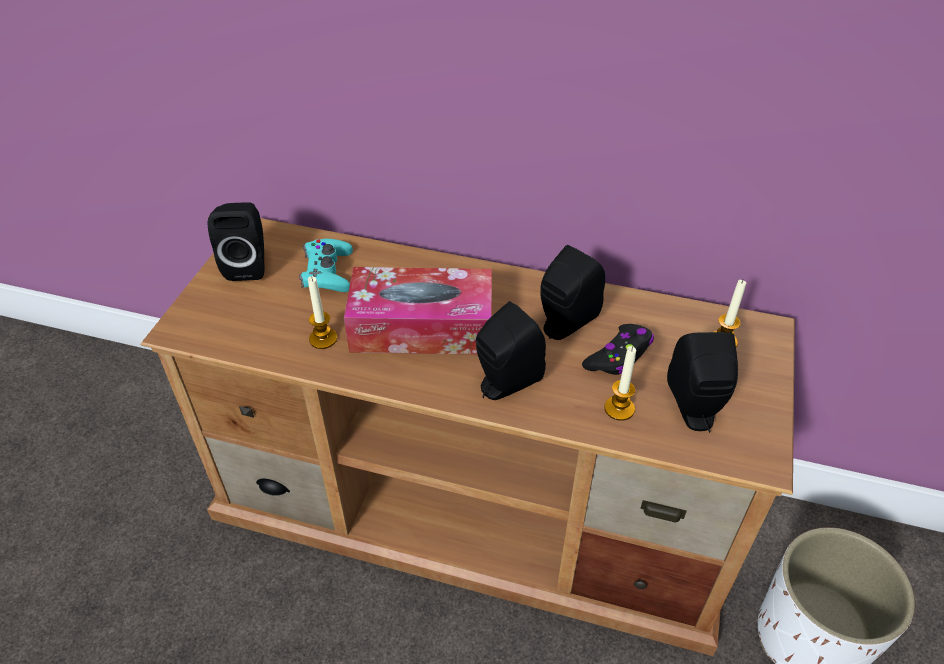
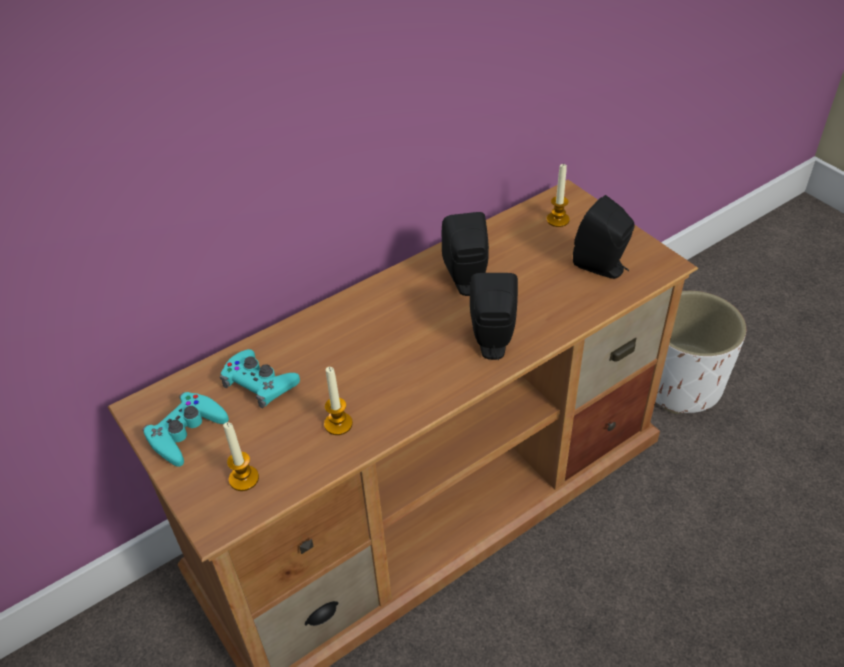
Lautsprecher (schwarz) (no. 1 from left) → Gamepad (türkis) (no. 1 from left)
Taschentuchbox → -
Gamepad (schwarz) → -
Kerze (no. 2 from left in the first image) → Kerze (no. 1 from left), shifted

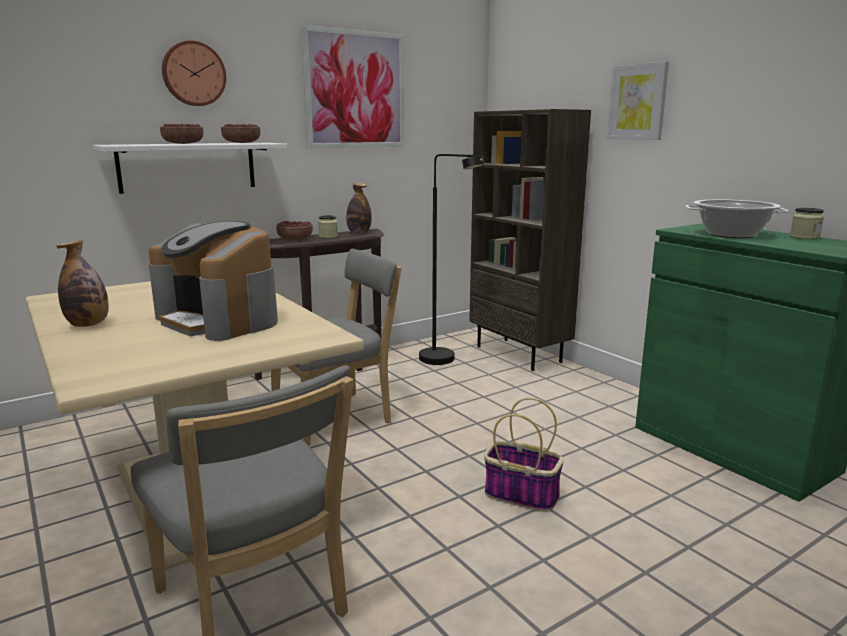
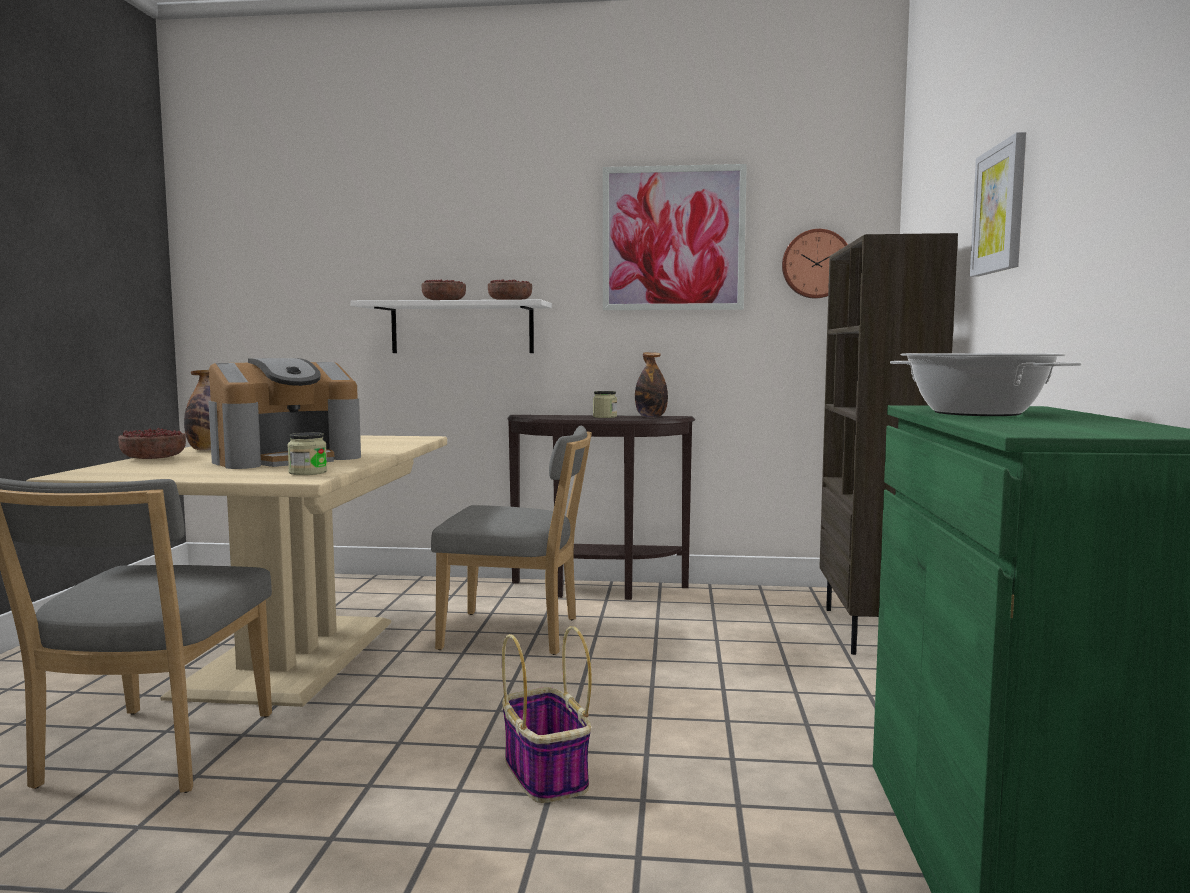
Kaffeemaschine, 120 degrees counterclockwise
Wanduhr, shifted
Schüssel (no. 3 from left in the first image) → Schüssel (no. 1 from left), shifted
Stehlampe (schwarz) → -
Vorratsglas (no. 2 from left in the first image) → Vorratsglas (no. 1 from left), shifted

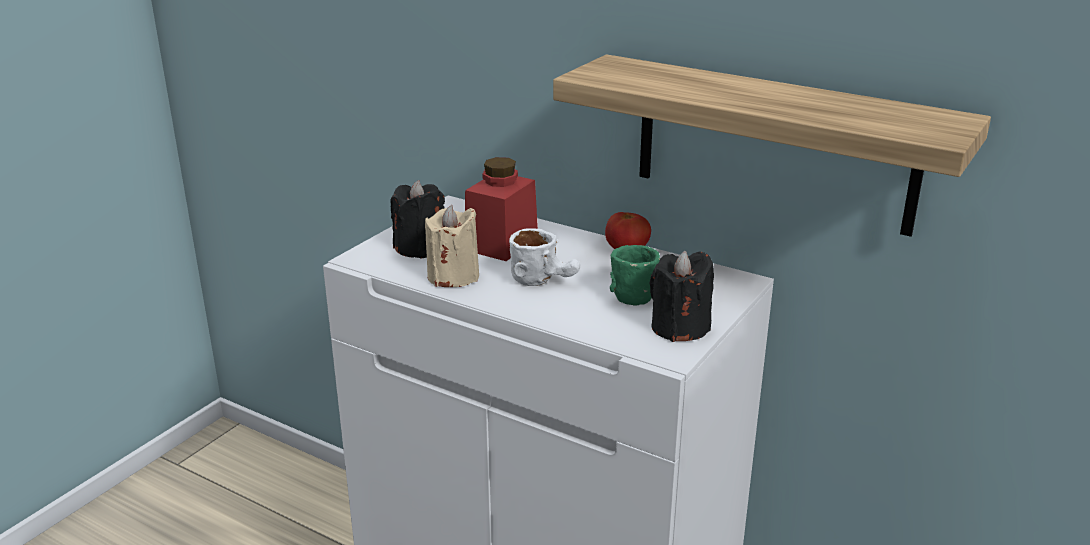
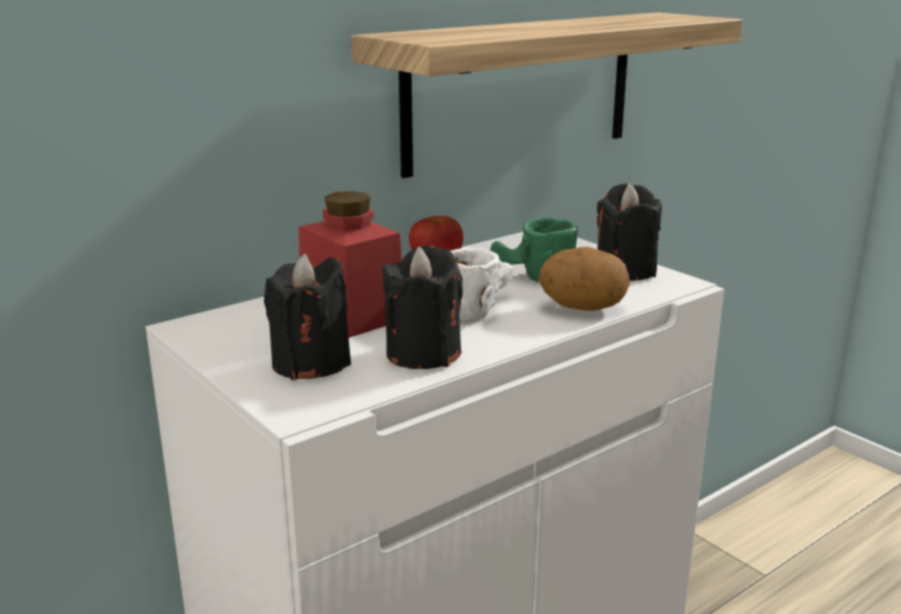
Kerze (beige) → Kerze (schwarz) (no. 2 from left)
- → Kartoffel

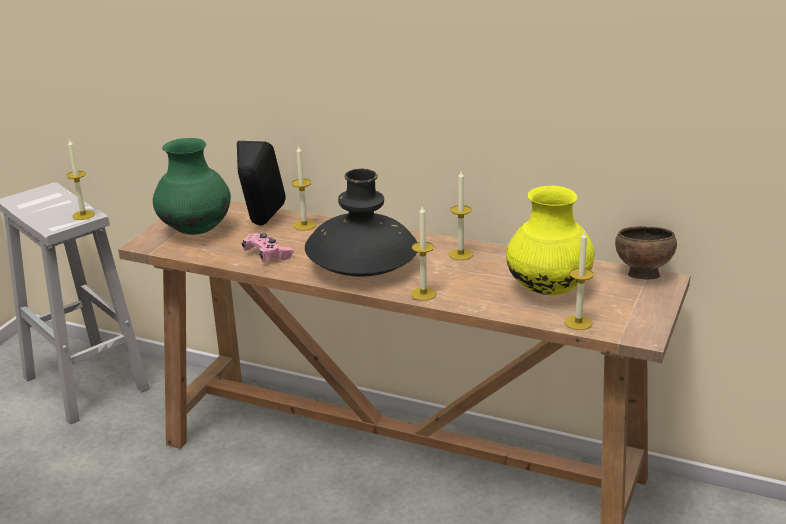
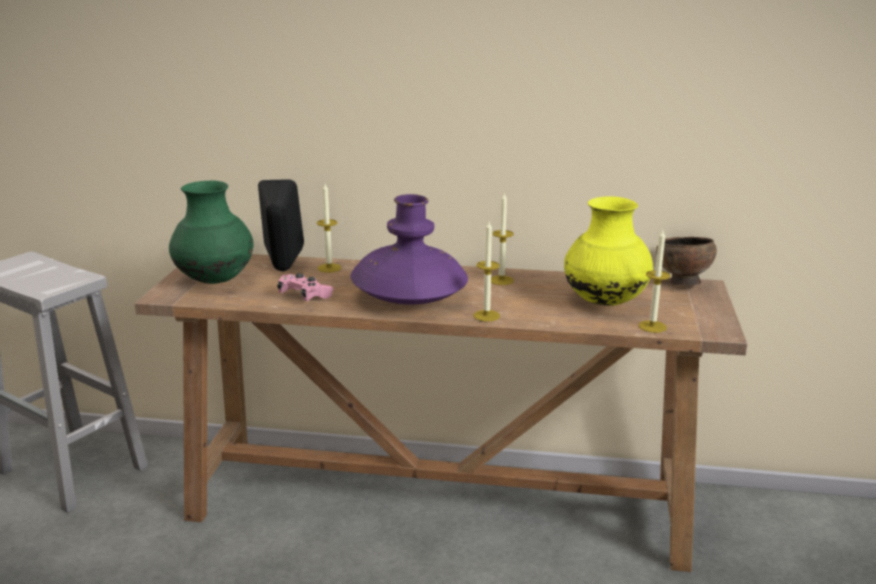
Kerze (no. 1 from left) → -
Vase (schwarz) → Vase (lila)

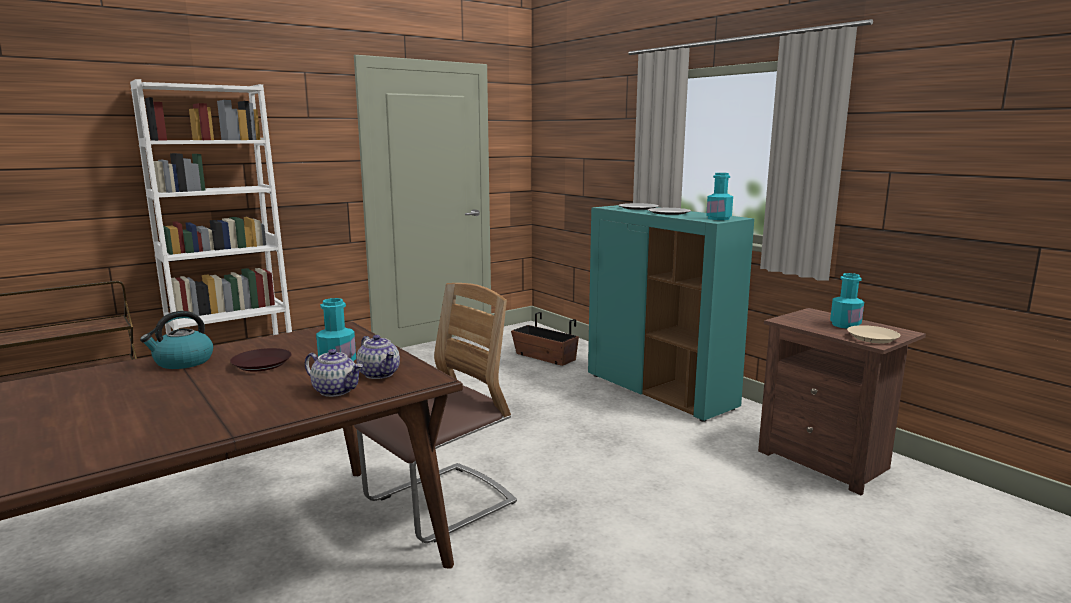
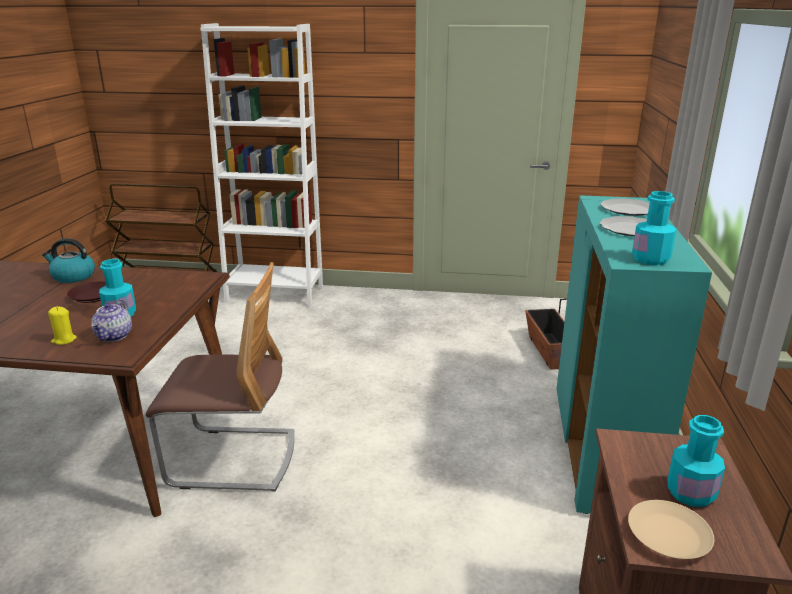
Teekanne (no. 1 from left) → Kerze (gelb)

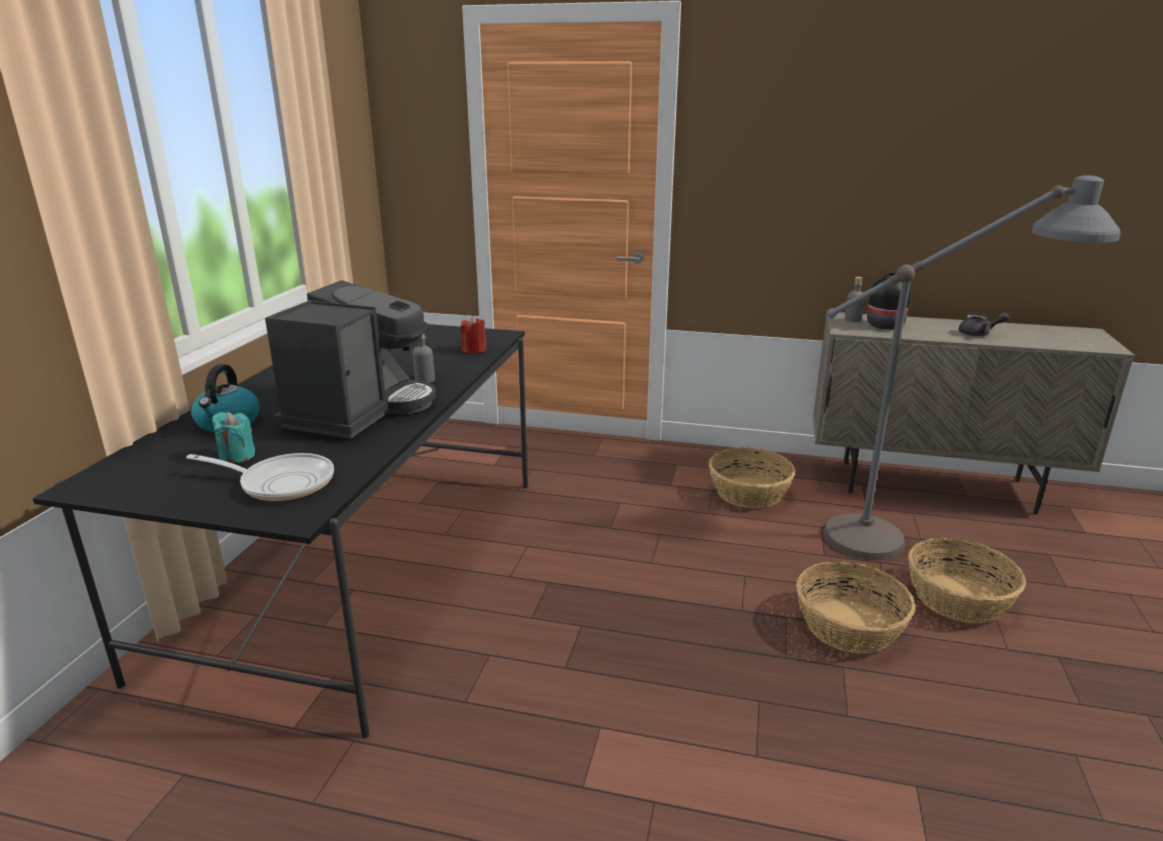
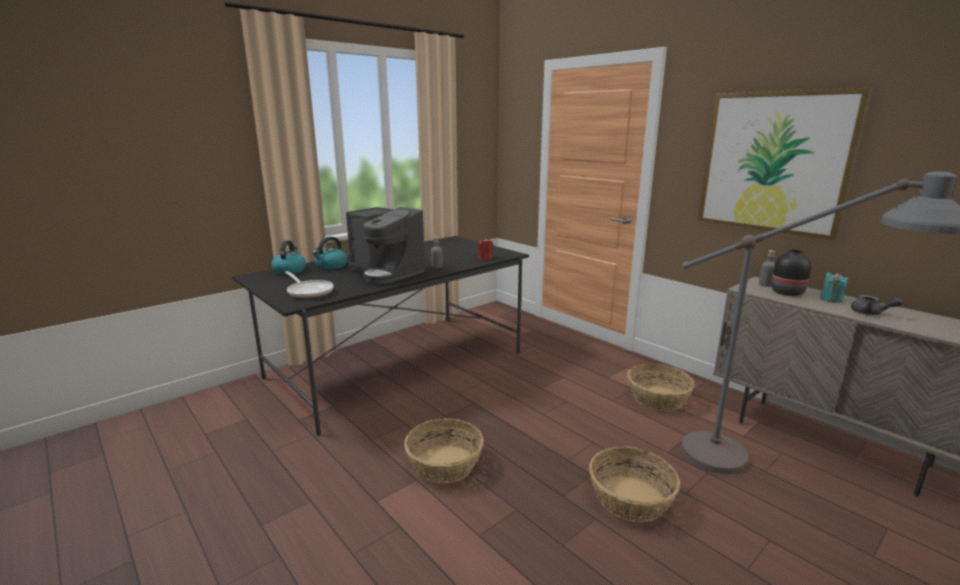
Kerze (türkis), shifted
Kaffeemaschine, 75 degrees clockwise
Korb (no. 3 from left in the first image) → Korb (no. 1 from left), shifted
- → Wasserkessel (no. 1 from left)
- → Bild

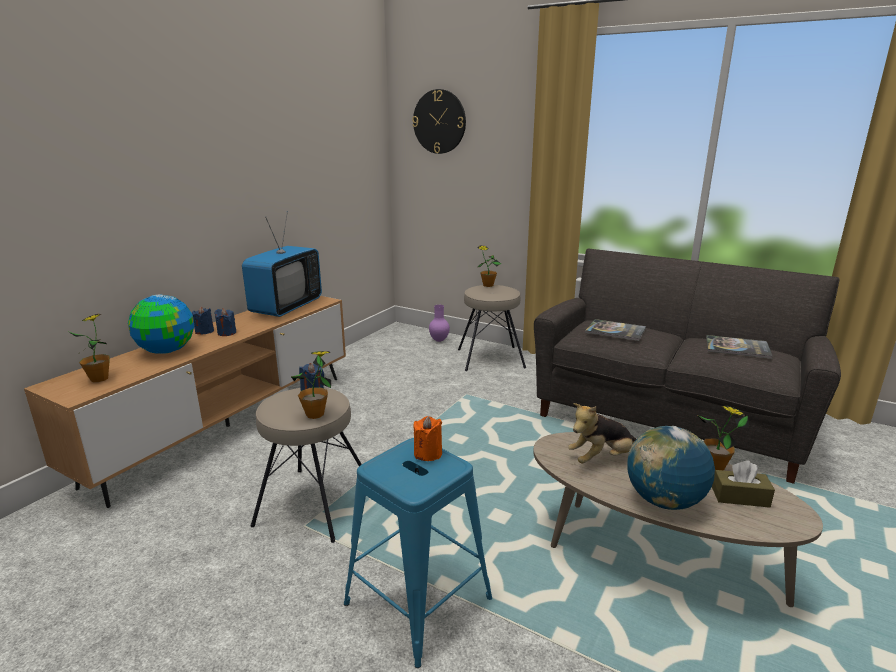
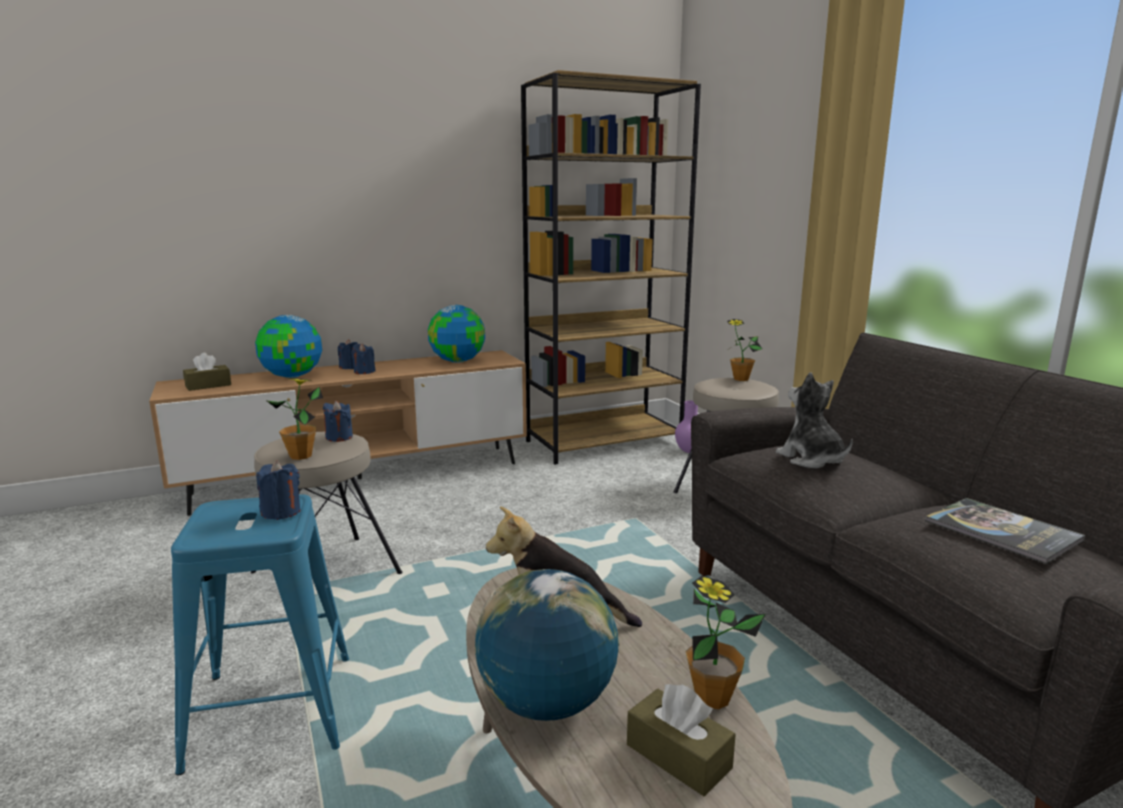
Topfpflanze (no. 1 from left) → Taschentuchbox (braun) (no. 1 from left)
Fernseher → Globus (no. 2 from left)
Wanduhr → -
Kerze (orange) → Kerze (blau) (no. 1 from left)
Buch (no. 1 from left) → Plüschtier (no. 2 from left)
- → Bücherregal (braun)

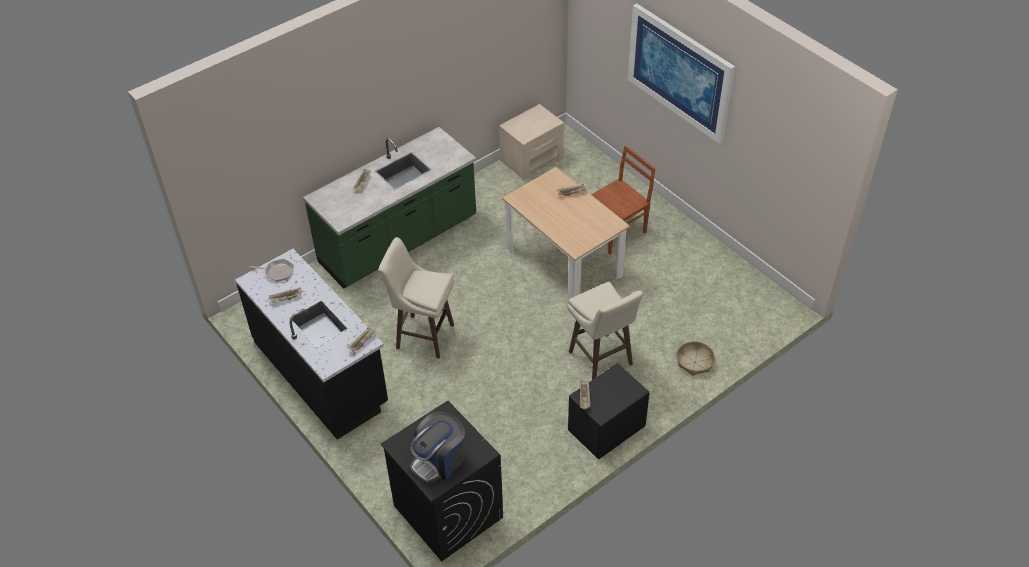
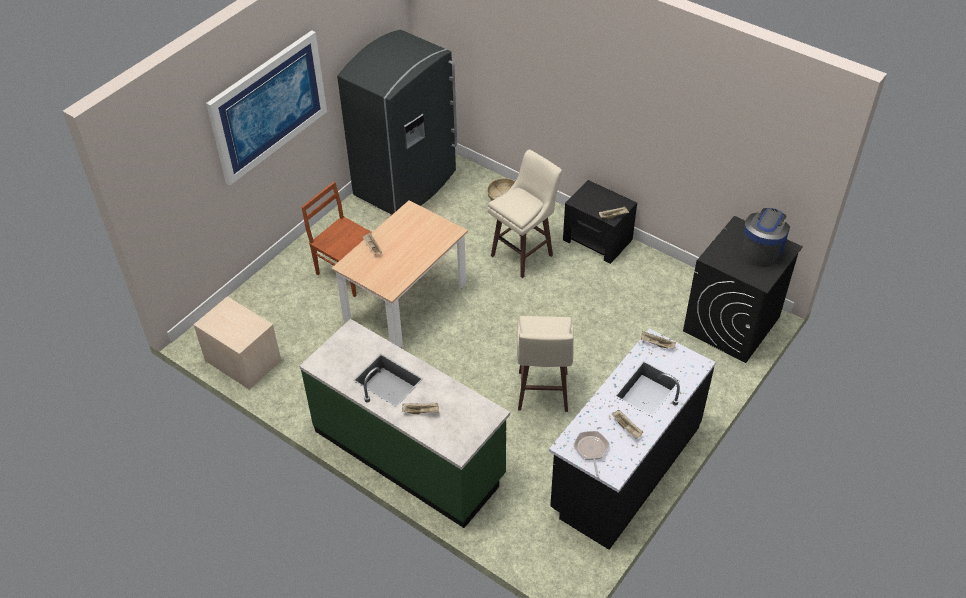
Kaffeemaschine, 90 degrees counterclockwise
- → Kühlschrank (grau)

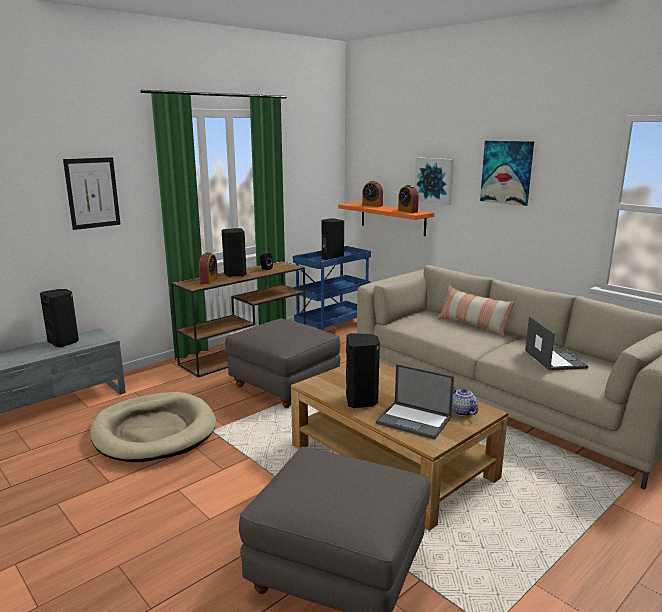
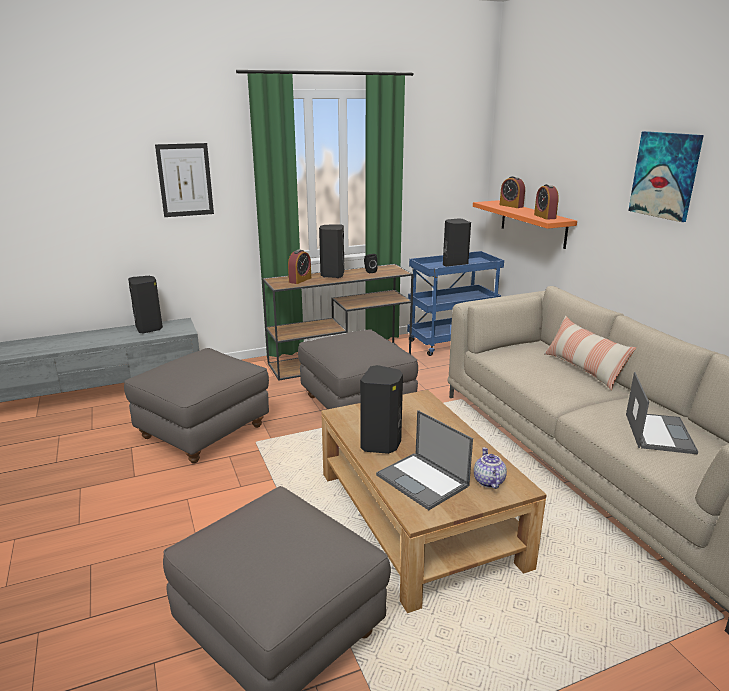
Hundebett (beige) → Polsterhocker (grau) (no. 1 from left)
Bild (no. 2 from left) → -

